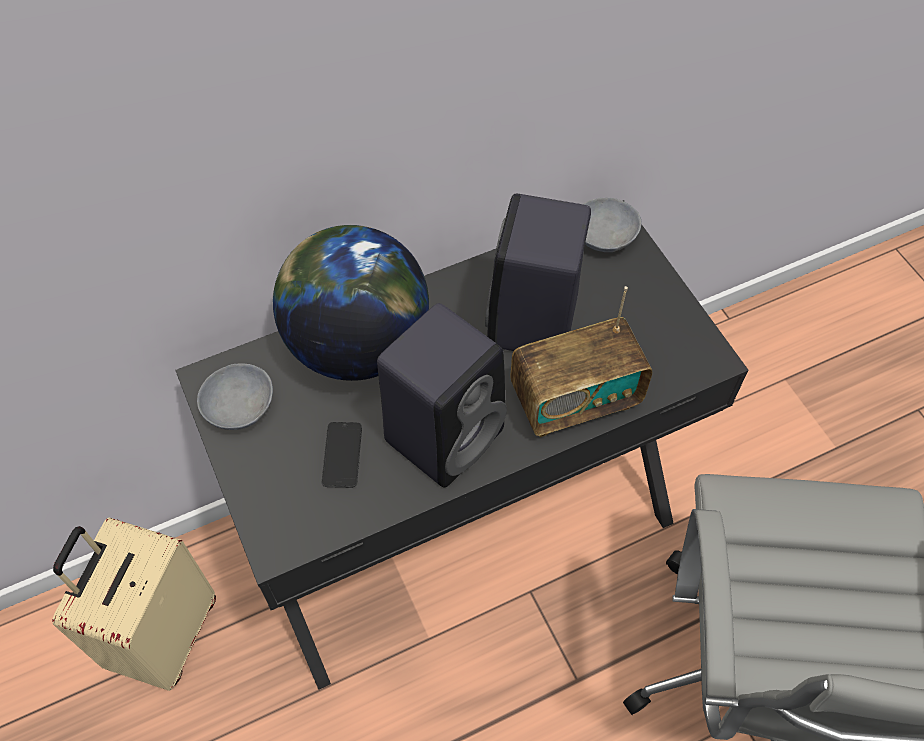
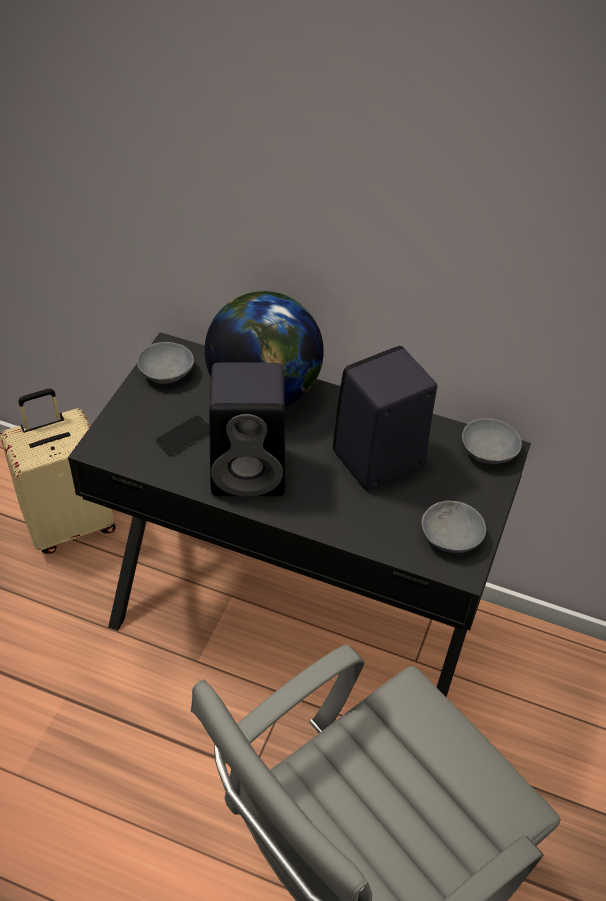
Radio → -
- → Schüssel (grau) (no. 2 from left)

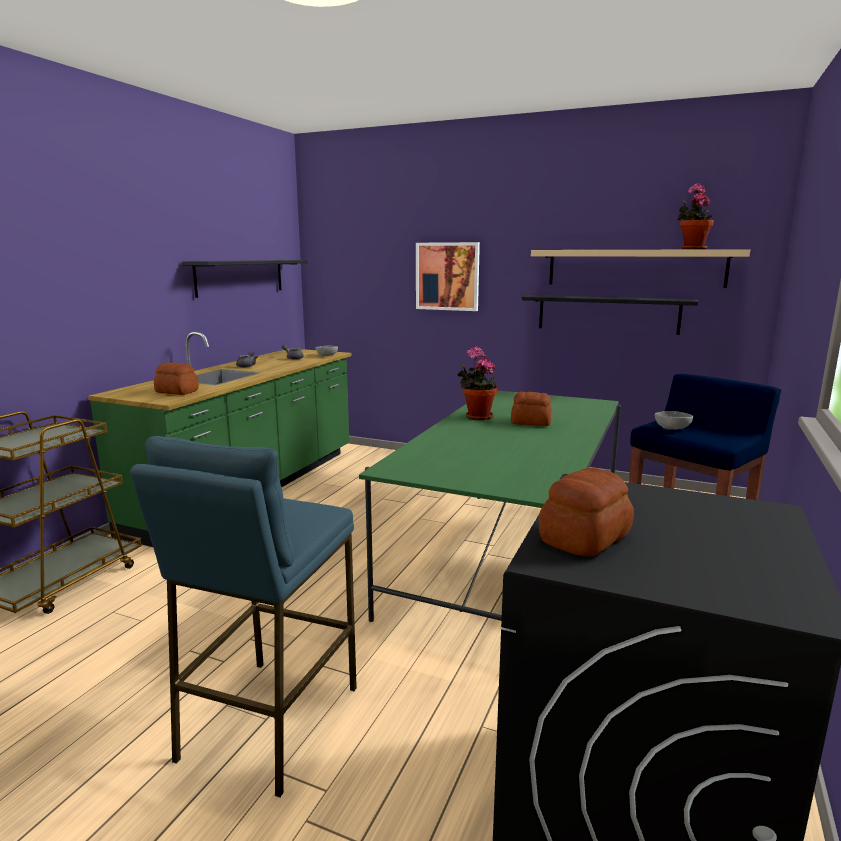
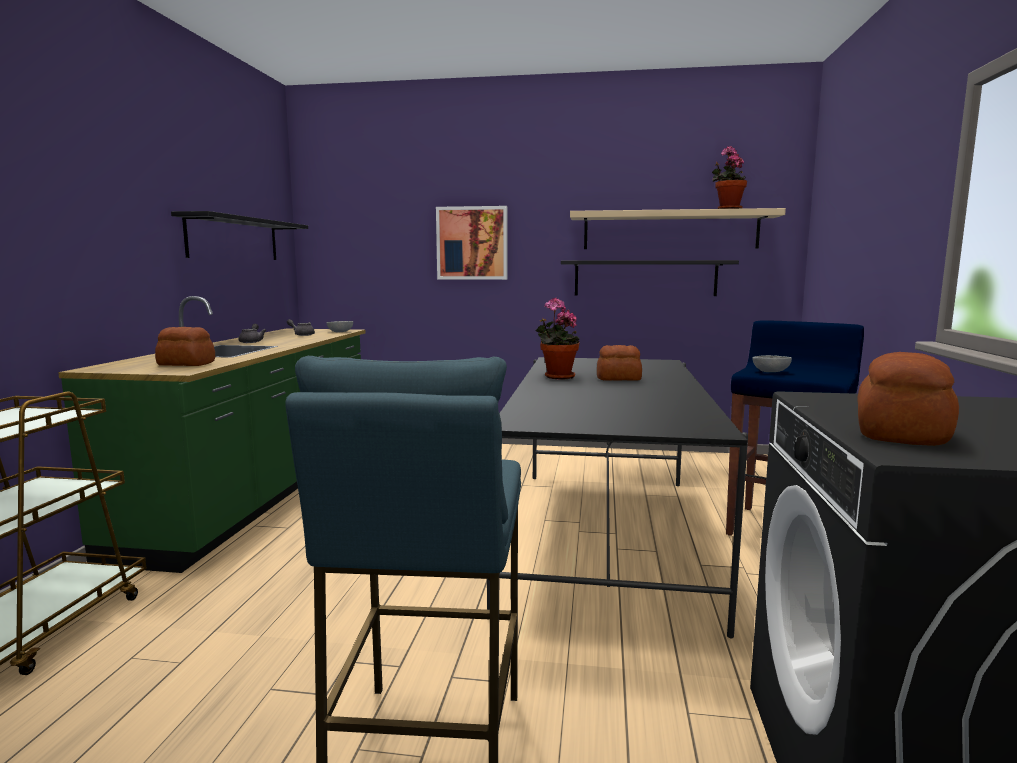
Esstisch (grün) → Esstisch (schwarz)

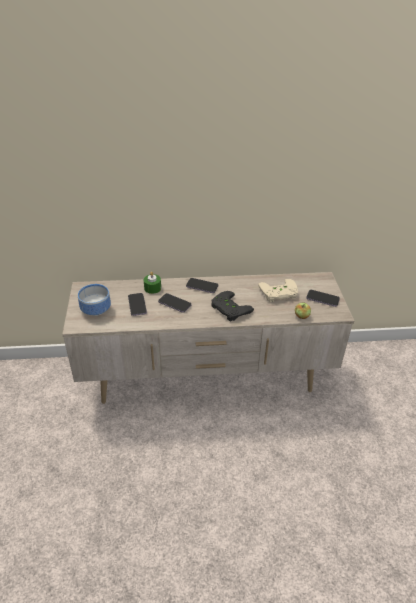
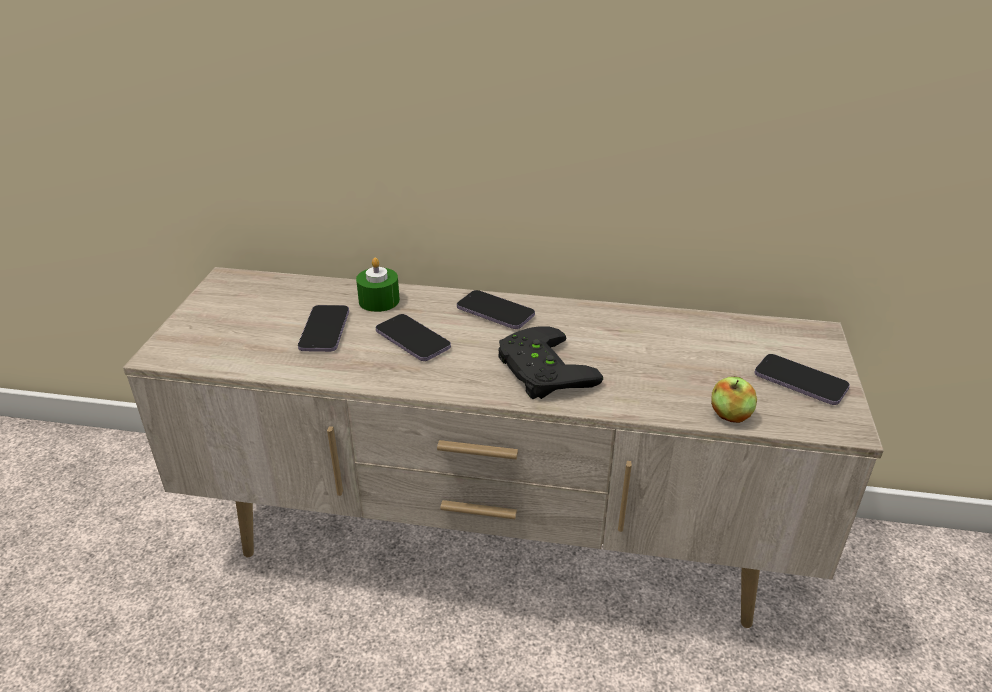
Schüssel → -
Gamepad (beige) → -

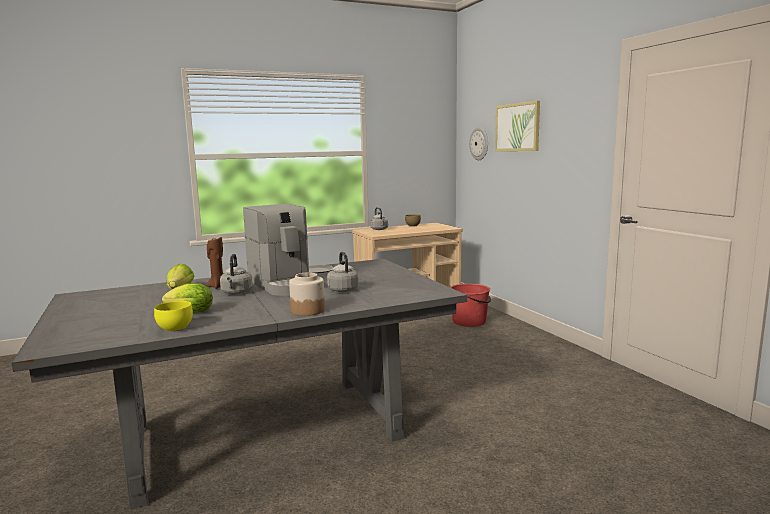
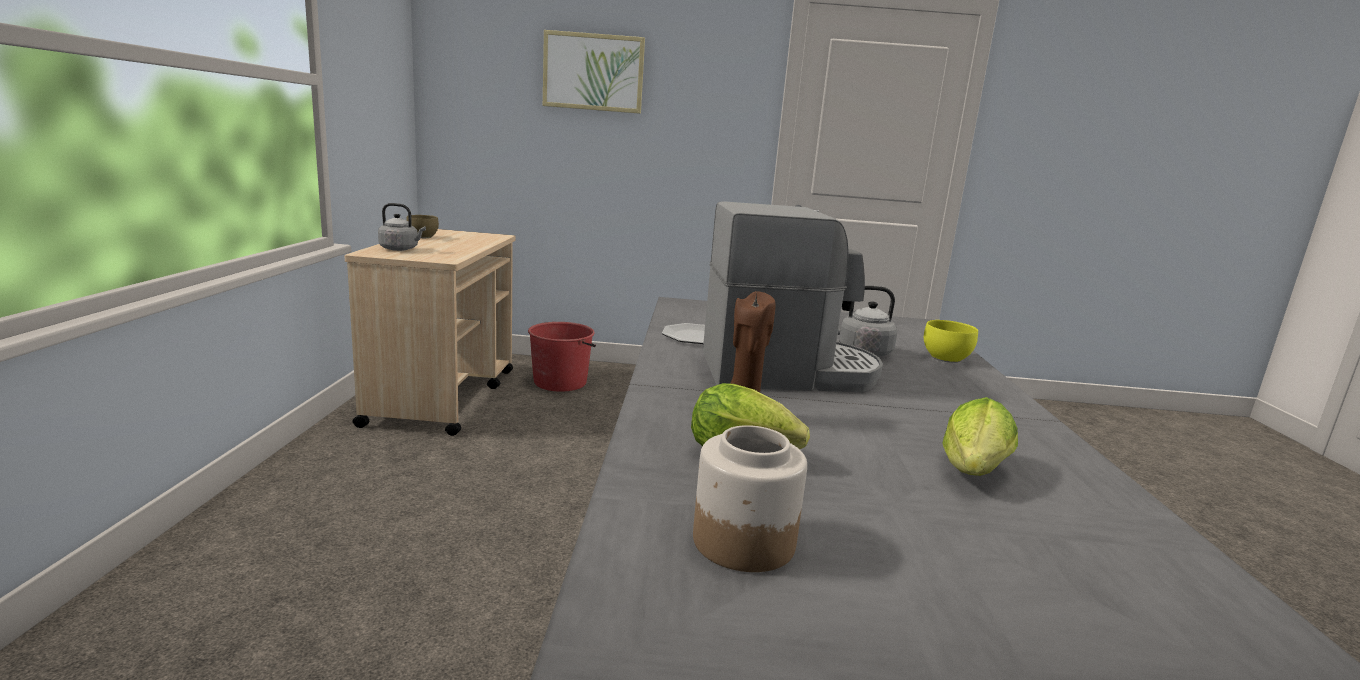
Schüssel (gelb), shifted
Wasserkessel (grau) (no. 1 from left) → -
Vorratsglas, shifted
Wanduhr → -

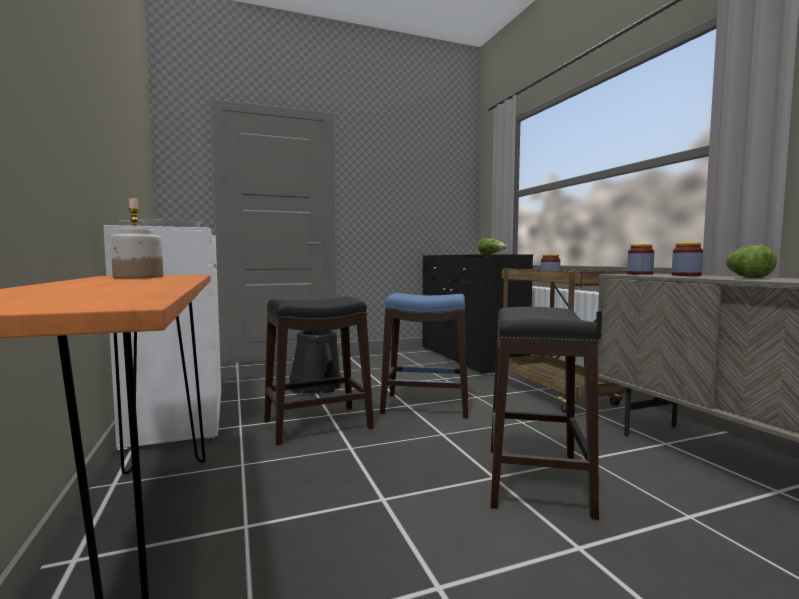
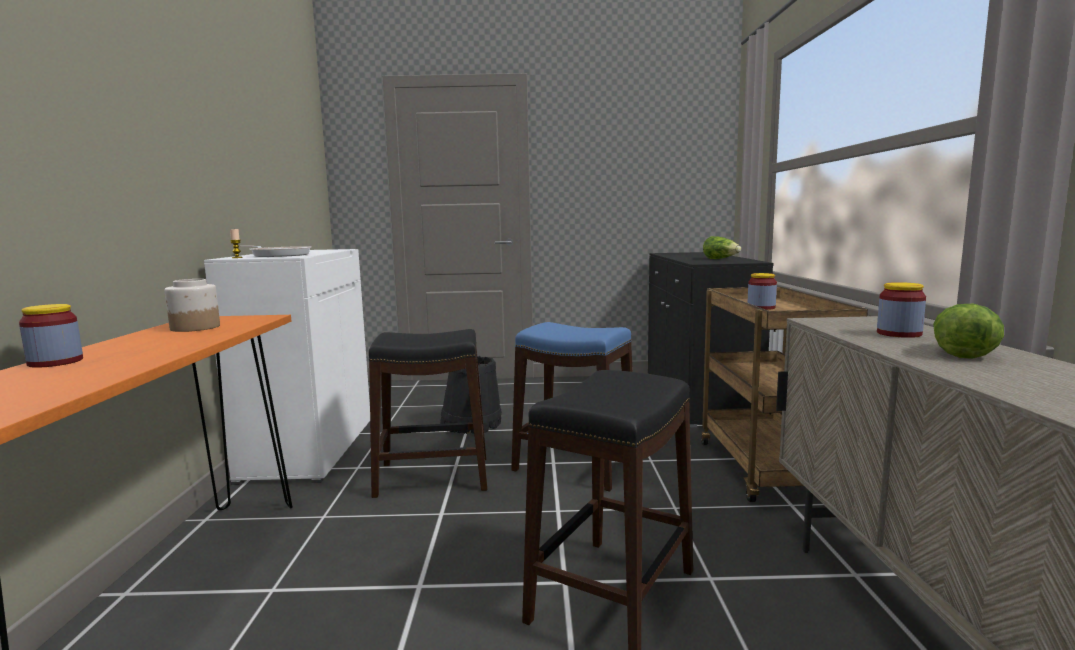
Vorratsglas (no. 3 from left in the first image) → Vorratsglas (no. 1 from left), shifted

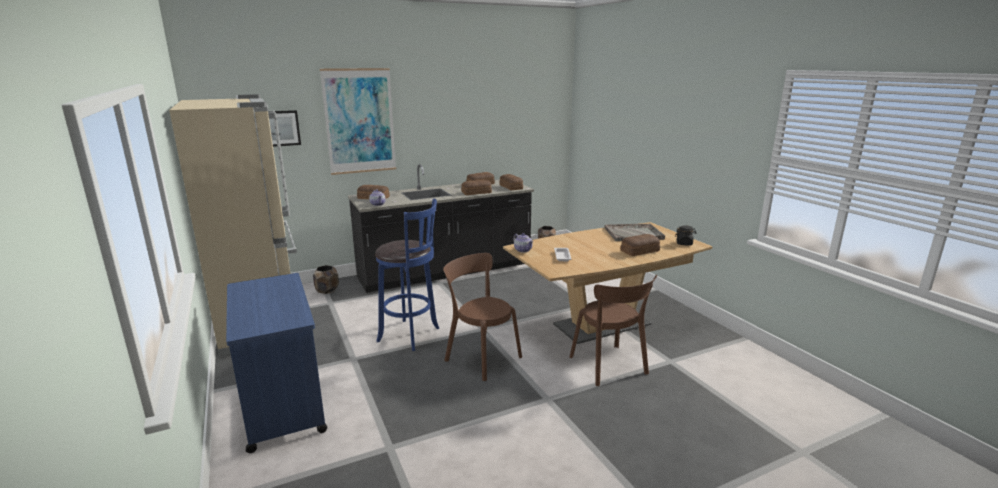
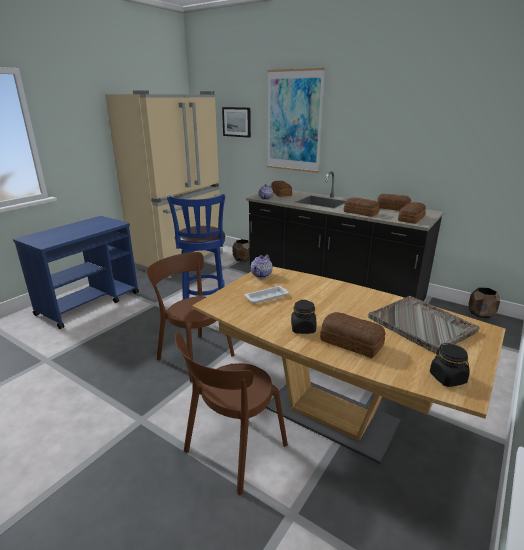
Stuhl (braun) (no. 1 from left), 60 degrees counterclockwise
- → Vorratsglas (schwarz) (no. 1 from left)

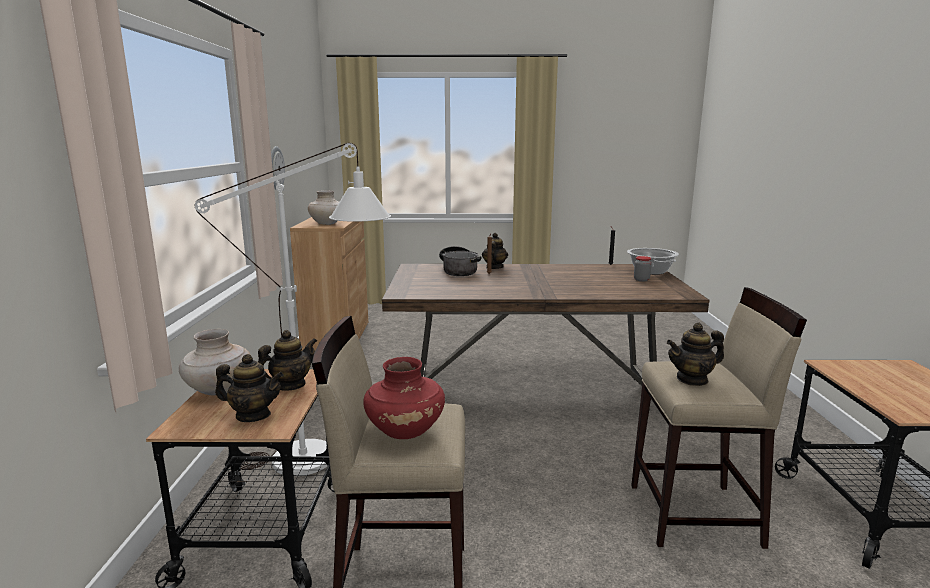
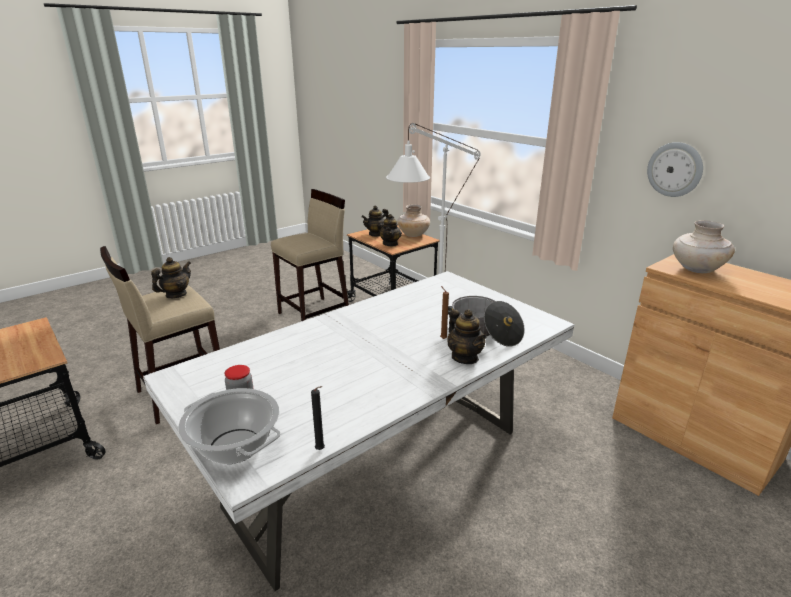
Vase (rot) → -
Esstisch (braun) → Esstisch (weiß)

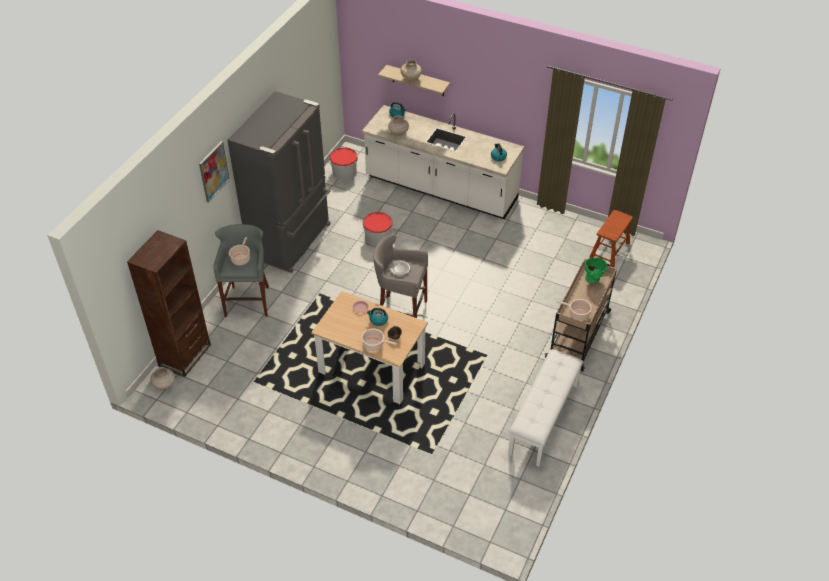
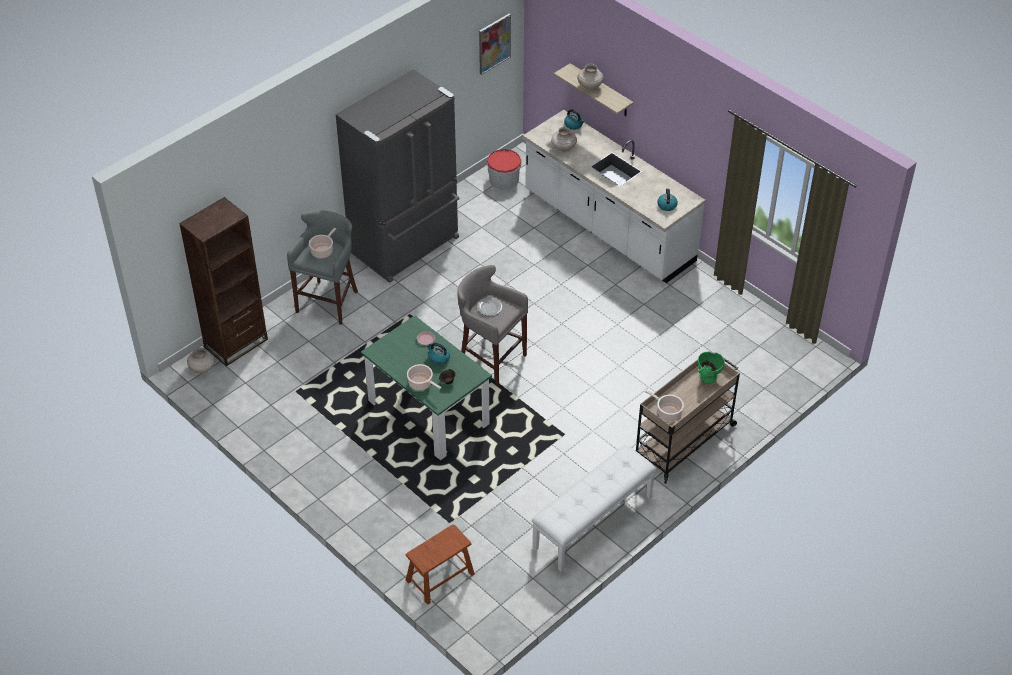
Bild, shifted
Esstisch (beige) → Esstisch (grün)
Eimer (no. 2 from left) → -
Hocker (braun), shifted

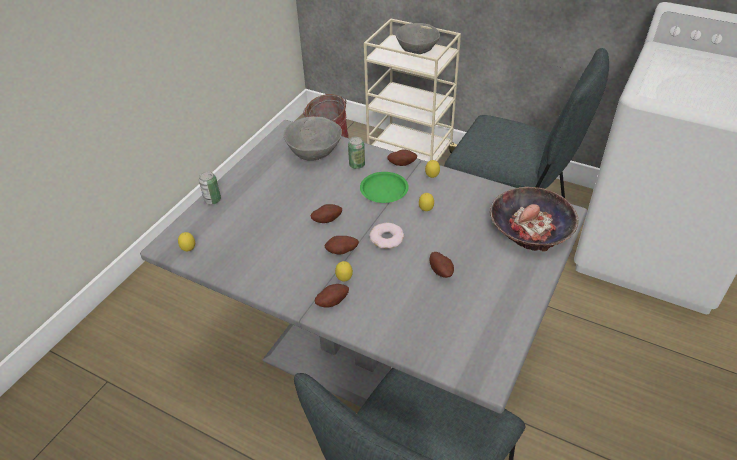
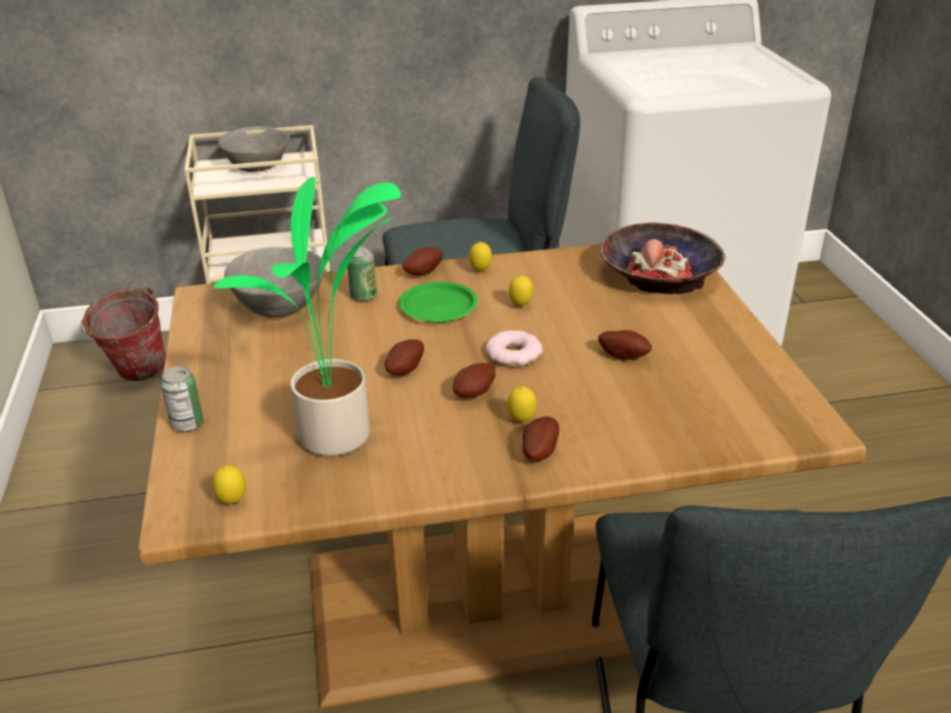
Esstisch (grau) → Esstisch (braun)
- → Topfpflanze

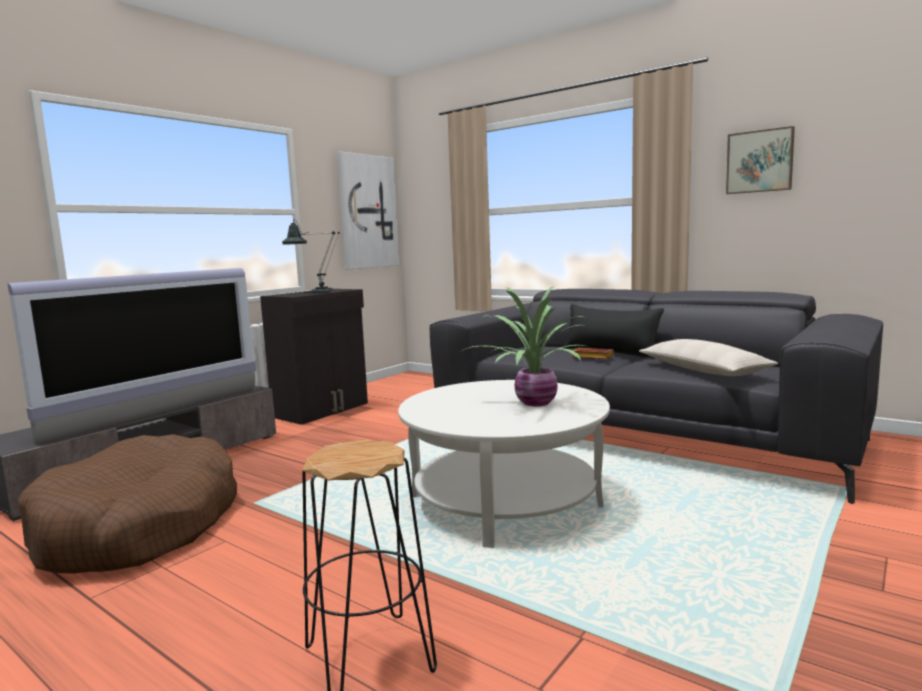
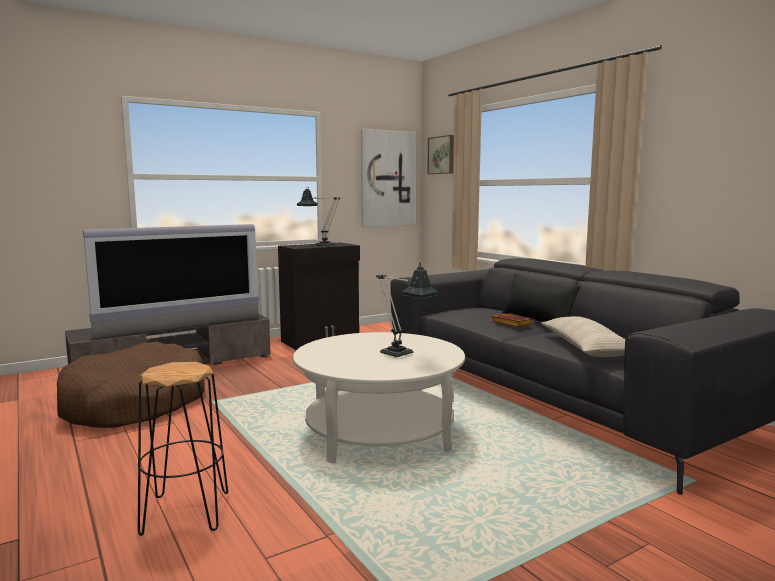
Topfpflanze → Tischlampe (no. 2 from left)
Bild (no. 2 from left), shifted

